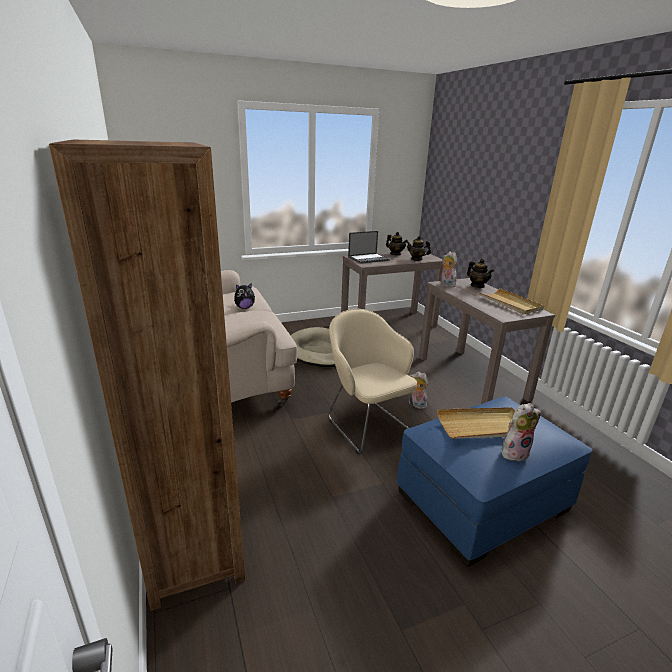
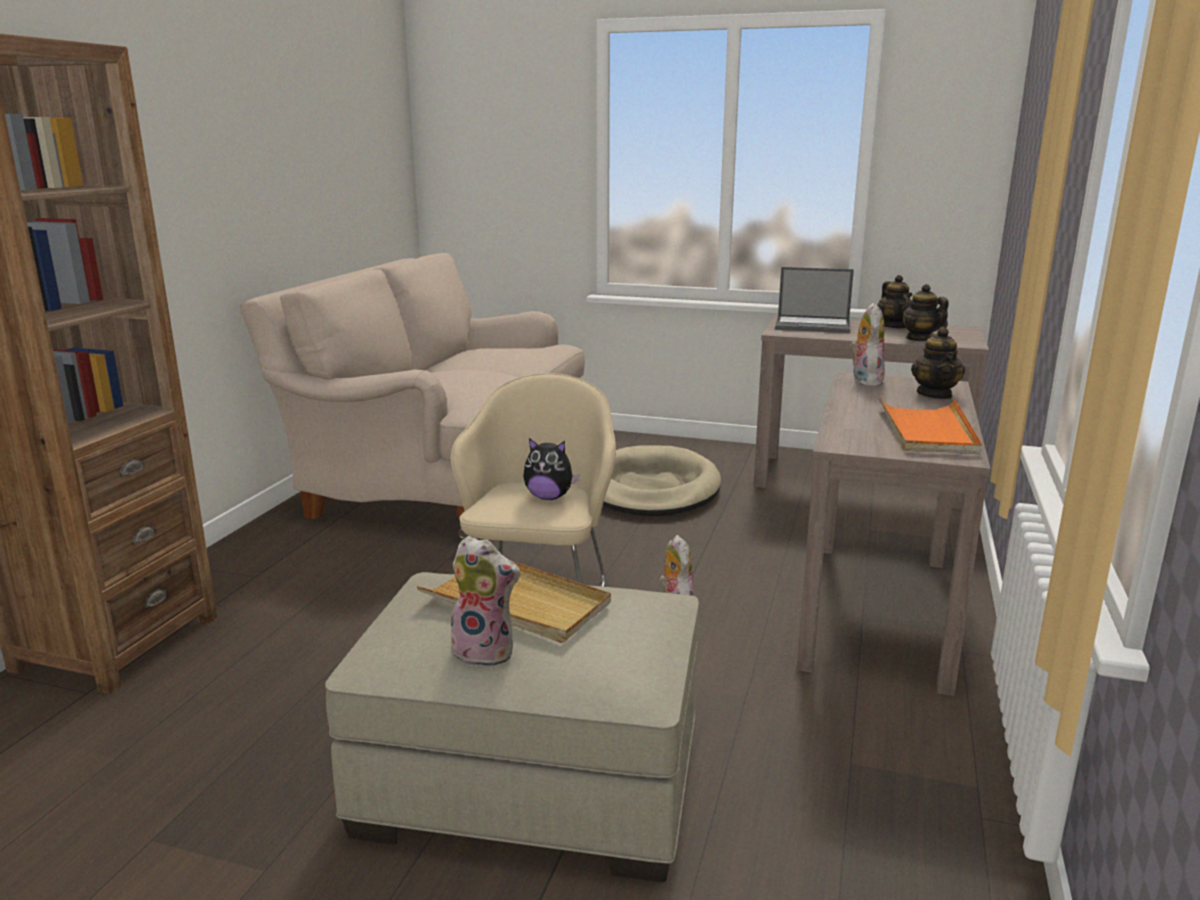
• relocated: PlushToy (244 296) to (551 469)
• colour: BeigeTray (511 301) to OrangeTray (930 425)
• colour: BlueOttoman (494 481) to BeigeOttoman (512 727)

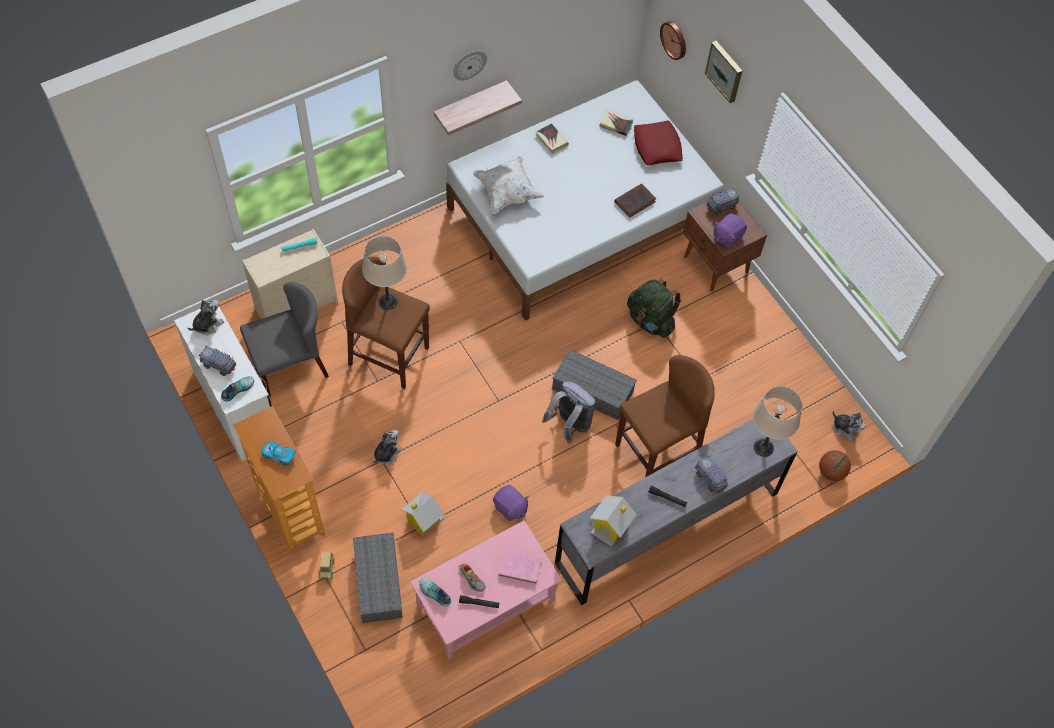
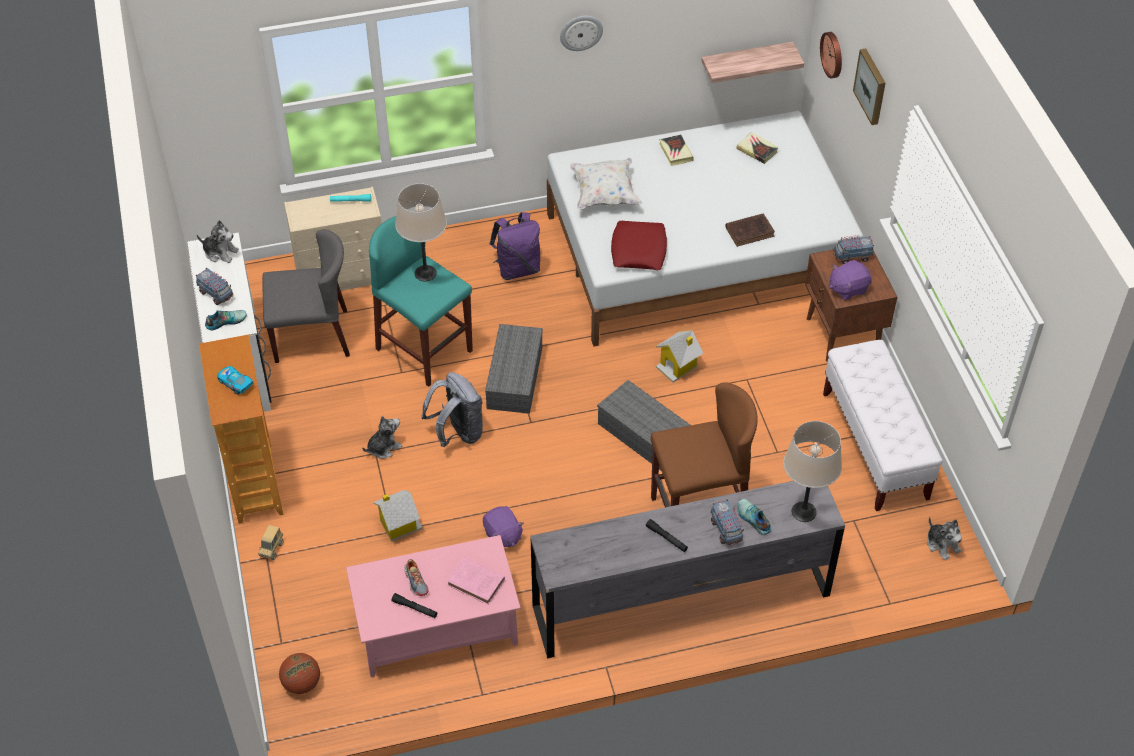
• relocated: Shelf (478 107) to (753 62)
• relocated: RedPillow (658 143) to (639 245)
• colour: BrownStool (386 322) to TurquoiseStool (421 301)
• missing: GreenBackpack (654 308)
• spun: PlushToy (206 317) = (218 241) 45 degrees clockwise
• relocated: GreyBackpack (569 412) to (452 409)
• relocated: Basketball (835 465) to (299 673)
• relocated: ToyHouse (613 520) to (679 356)
• relocated: GreyStorageBox (378 578) to (514 369)
• relocated: Shoe (435 592) to (754 517)
• appeared: PurpleBackpack (515 246)
• appeared: WhiteBench (883 425)

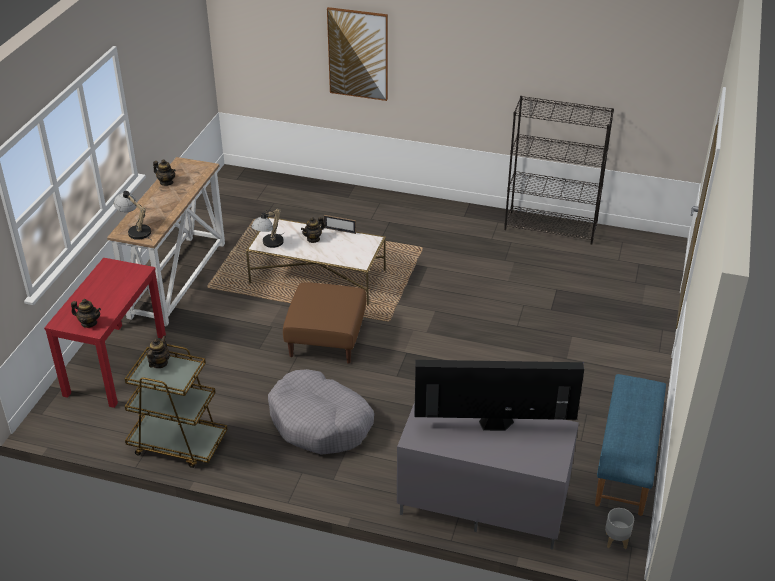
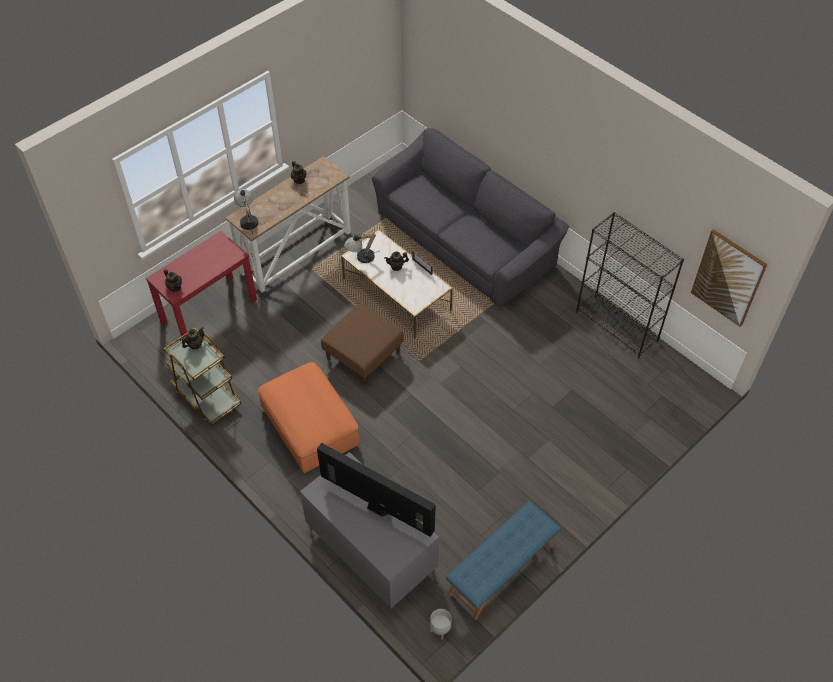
• relocated: Picture (357 54) to (729 278)
• exchanged: GreyDogBed (321 412) to OrangeOttoman (309 417)
• appeared: GreySofa (470 217)

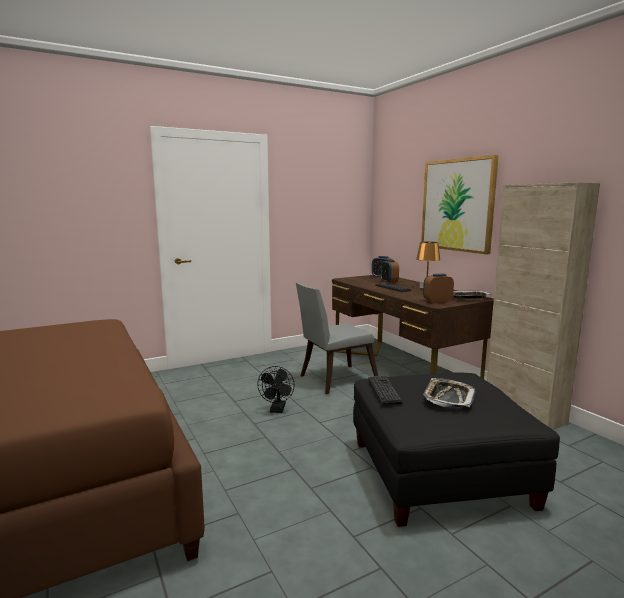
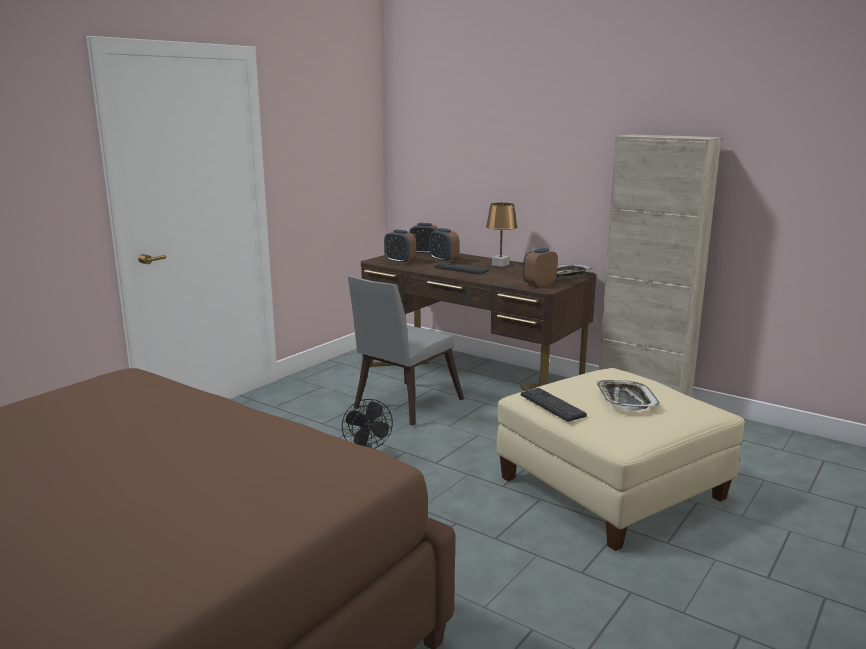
• missing: Picture (460 204)
• colour: BlackOttoman (456 449) to BeigeOttoman (621 459)
• appeared: AlarmClock (400 246)

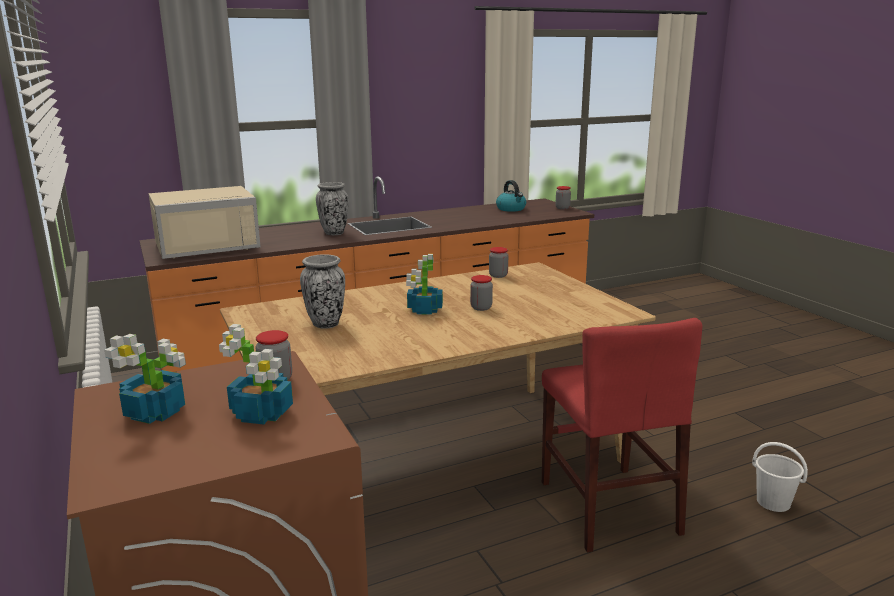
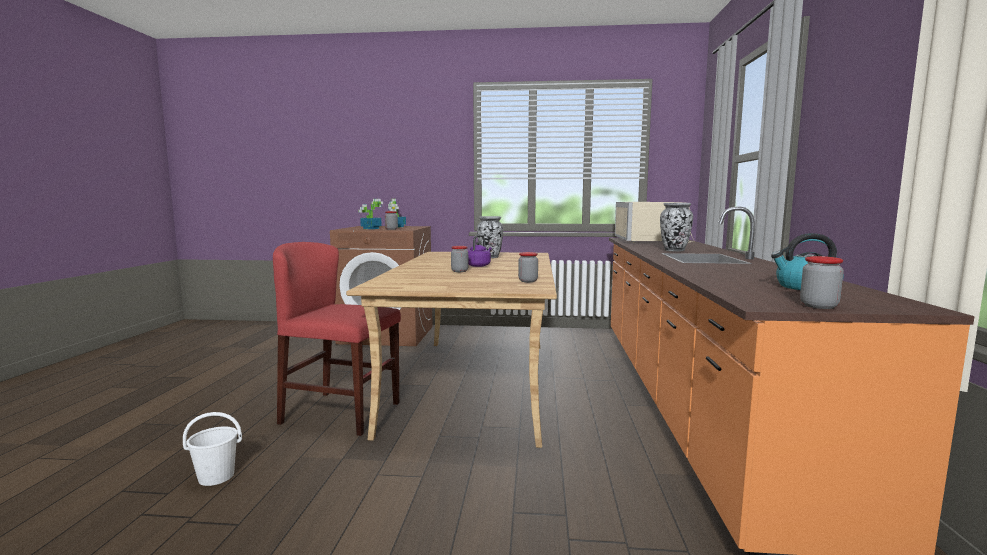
• exchanged: PottedPlant (424 284) to PurpleKettle (480 251)

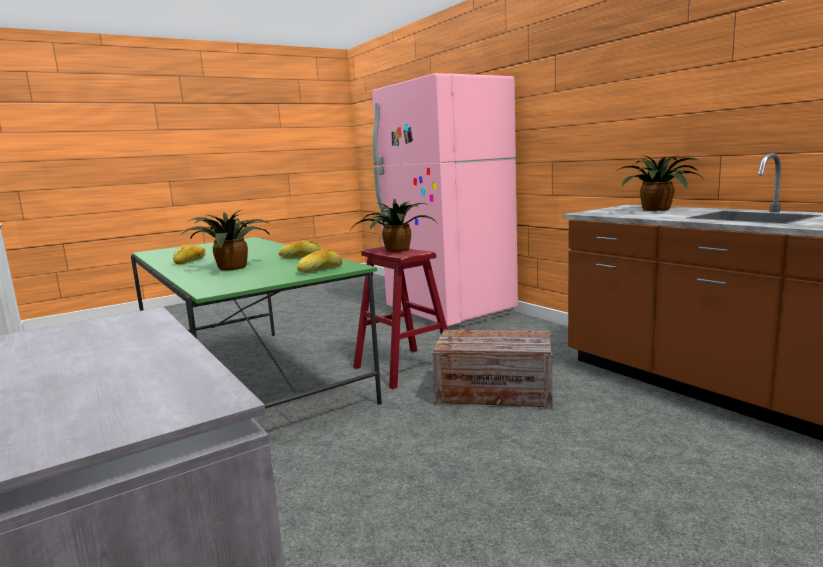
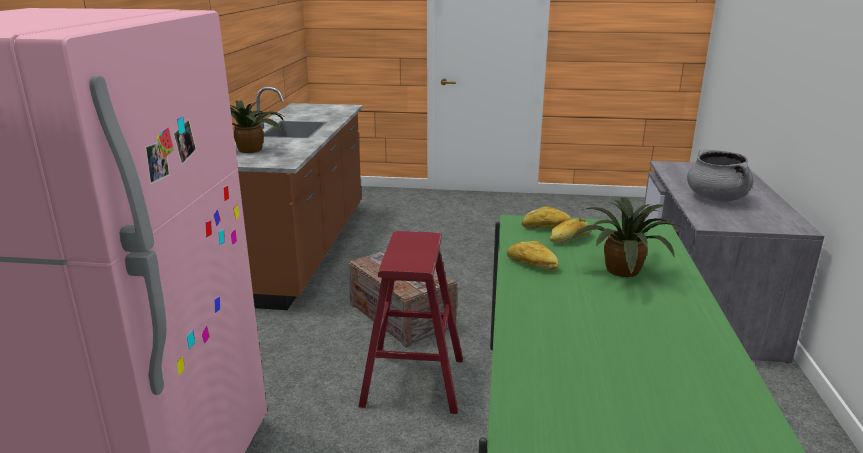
• missing: PottedPlant (393 225)
• relocated: Bread (189 254) to (570 231)
• appeared: GreyCookingPot (720 175)

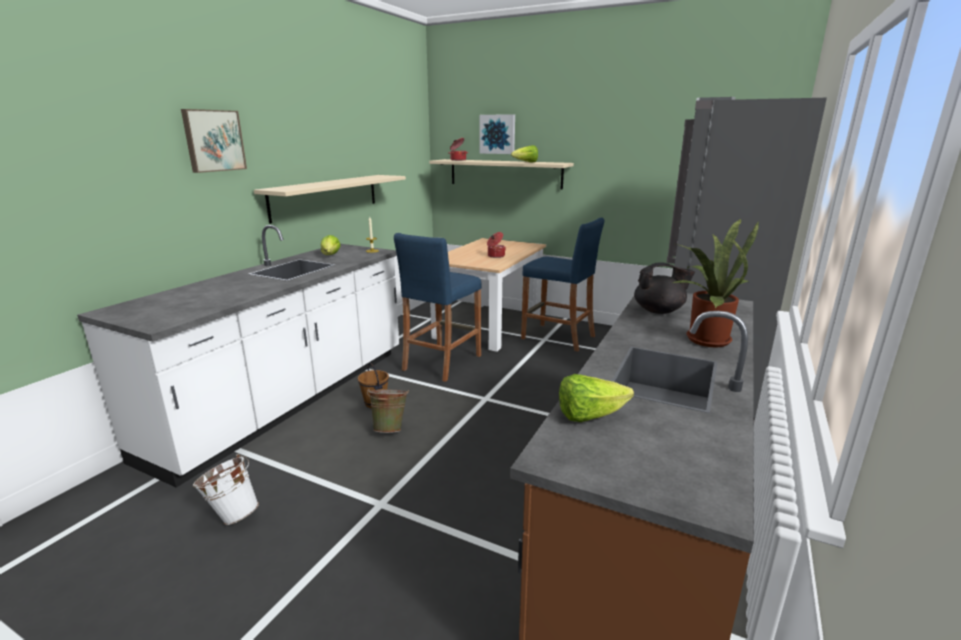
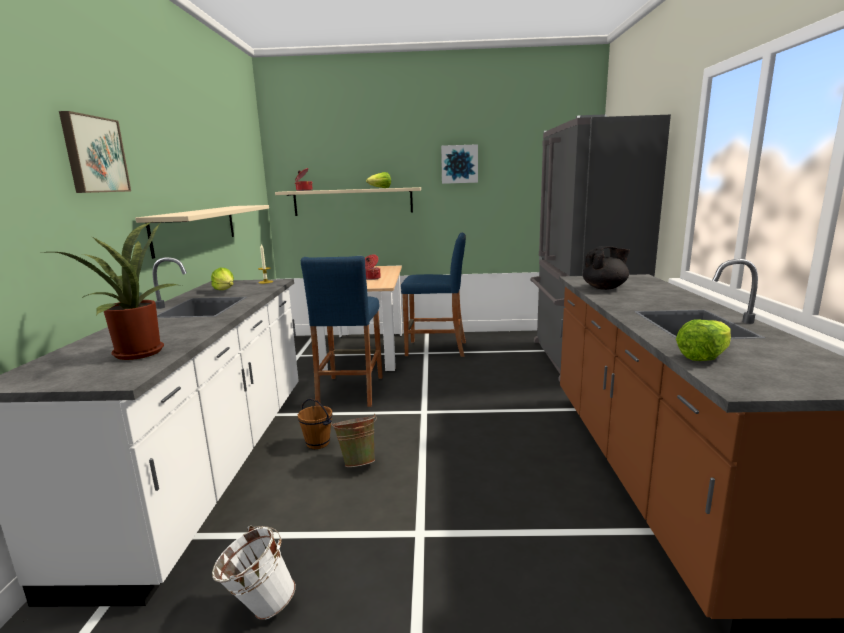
• relocated: Picture (497 134) to (459 164)
• relocated: PottedPlant (716 283) to (117 290)

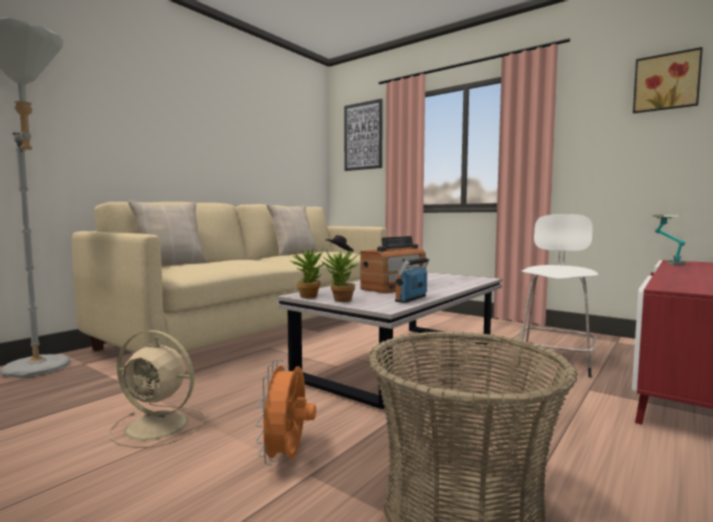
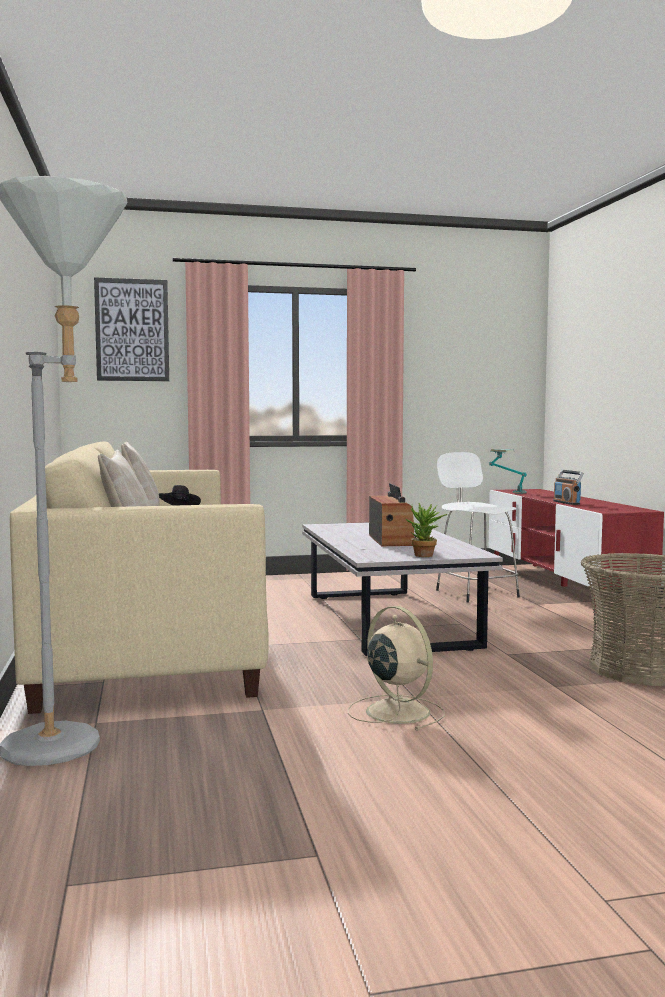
• missing: Picture (668 80)
• missing: PottedPlant (307 273)
• relocated: Radio (412 280) to (568 487)
• spun: BeigeFan (156 389) = (396 668) 90 degrees counterclockwise
• missing: OrangeFan (285 412)

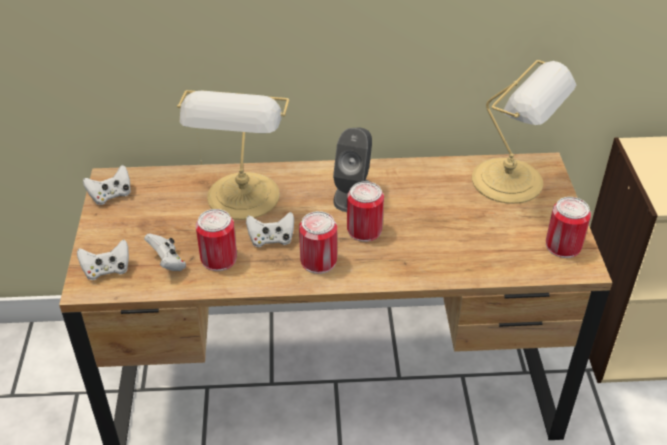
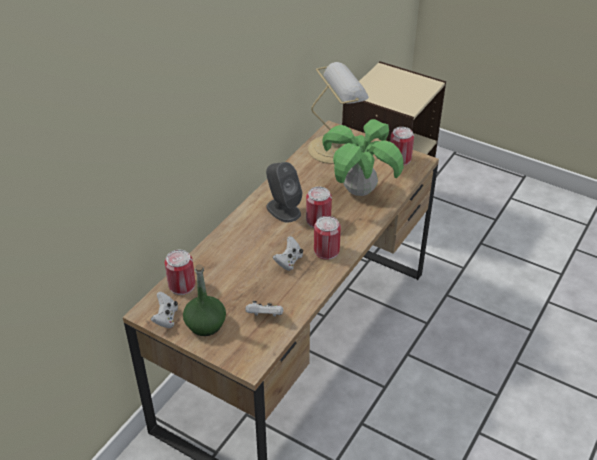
• missing: TableLamp (233 155)
• relocated: Can (216 240) to (180 272)
• missing: WhiteGameController (103 259)
• appeared: PottedPlant (363 157)
• appeared: GreenBottle (204 300)

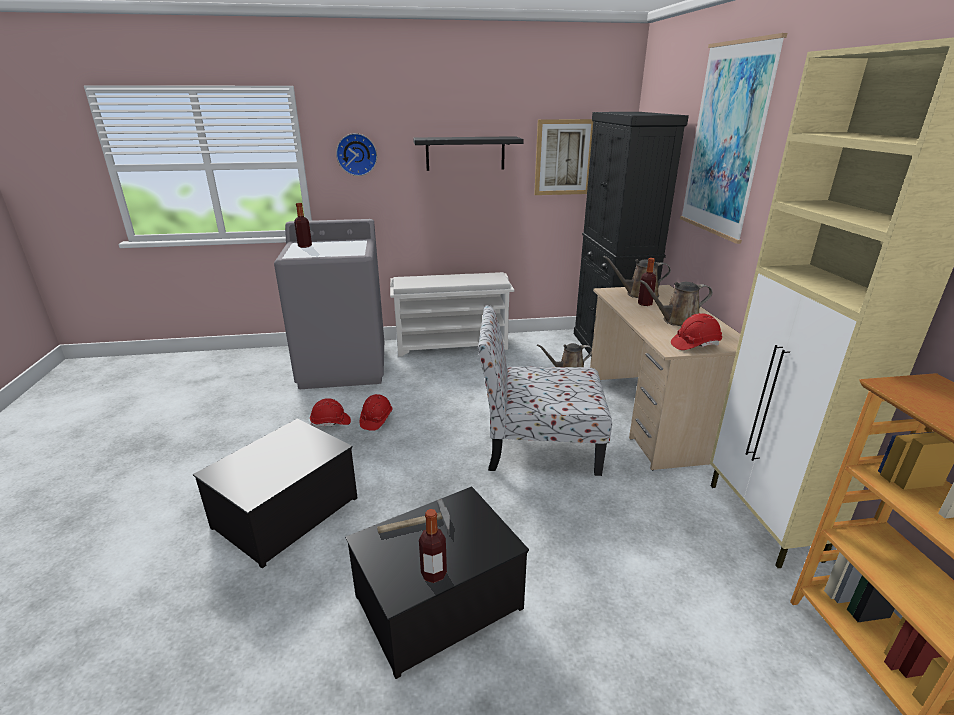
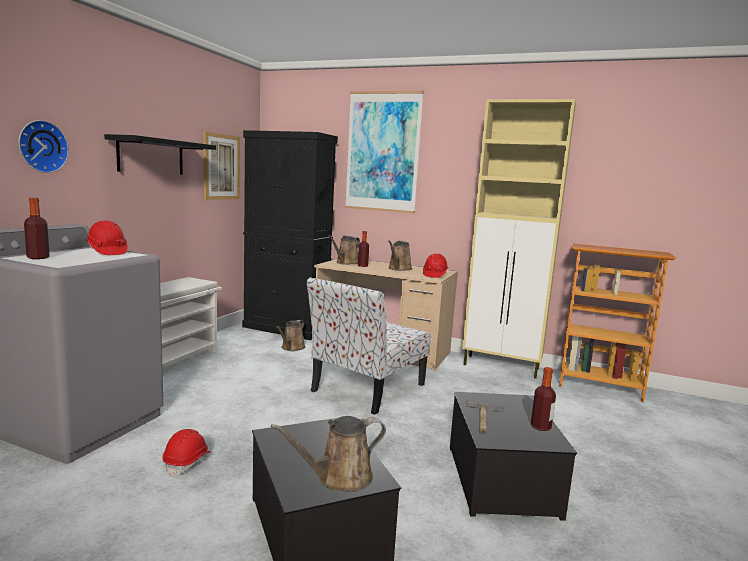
• relocated: RedHardHat (376 412) to (107 238)
• appeared: BrownWateringCan (328 453)

